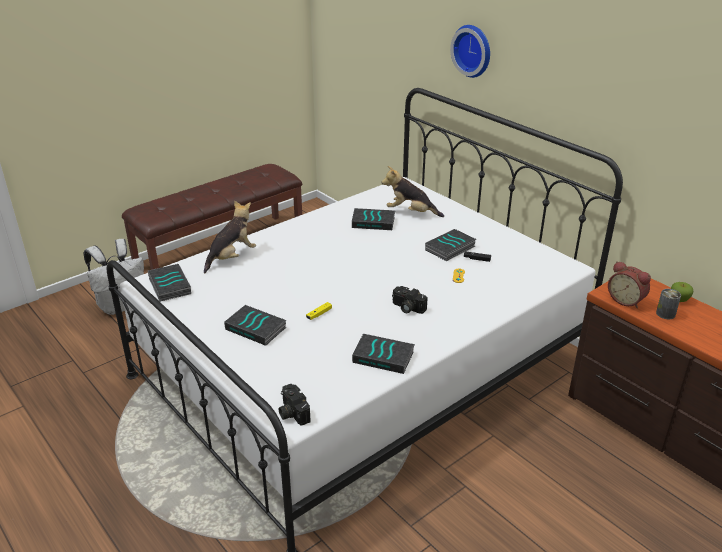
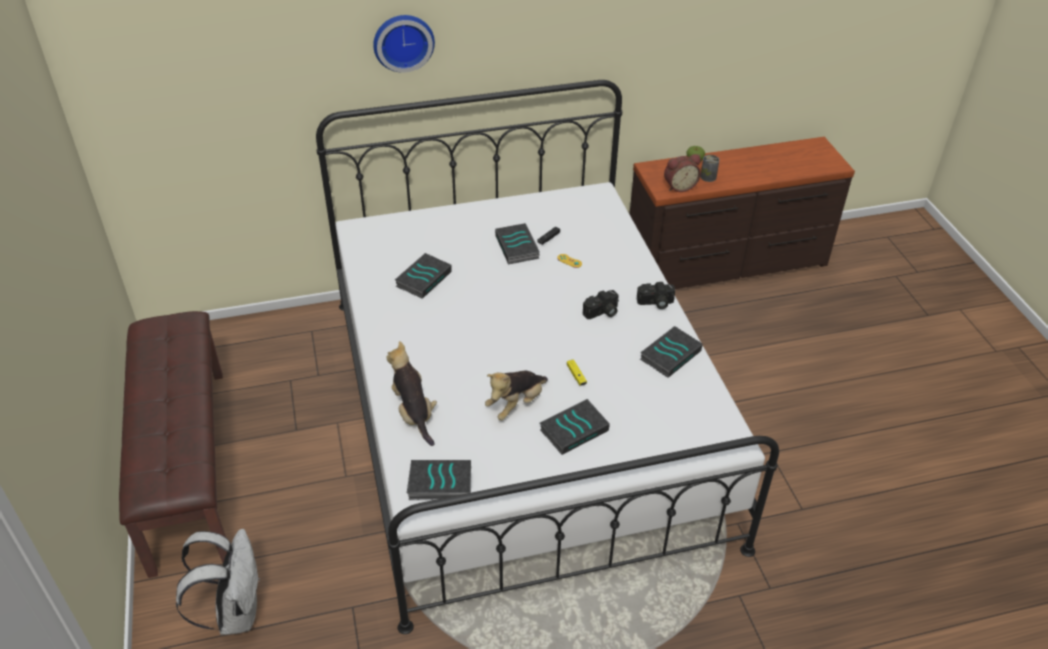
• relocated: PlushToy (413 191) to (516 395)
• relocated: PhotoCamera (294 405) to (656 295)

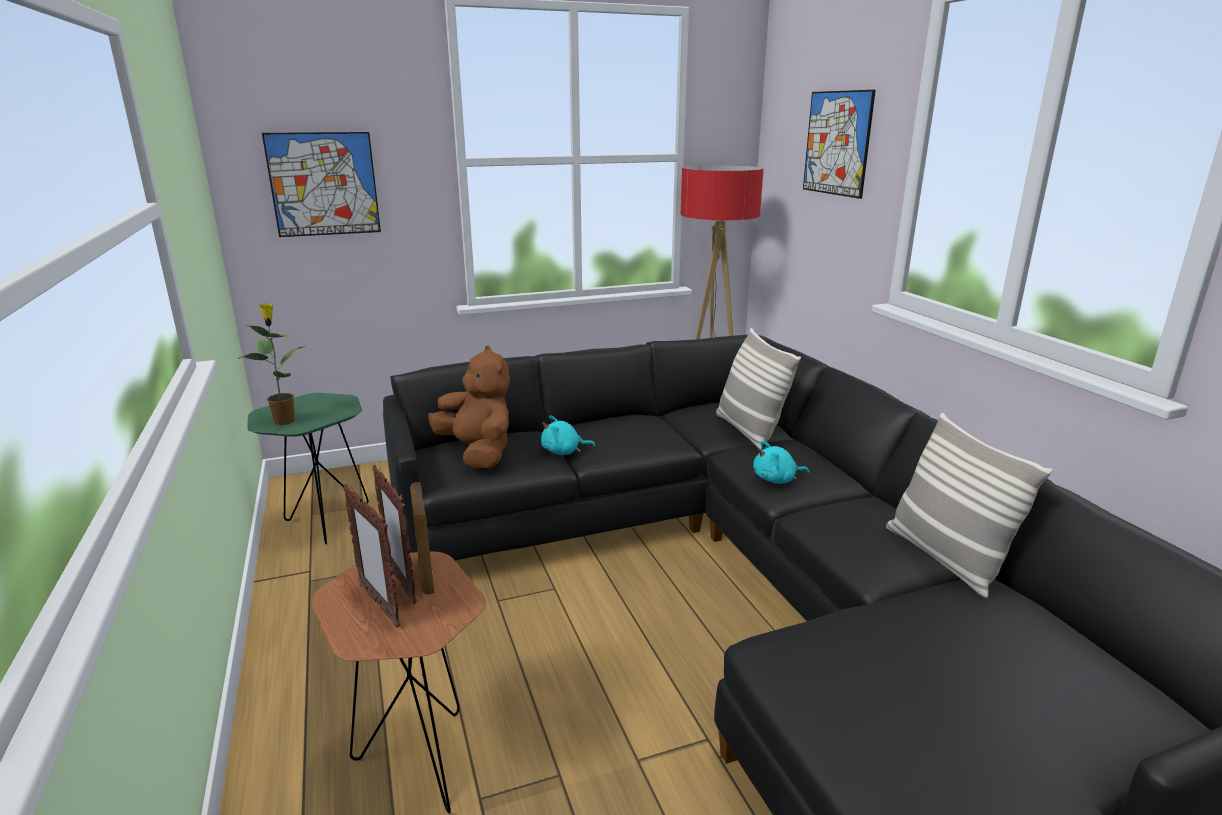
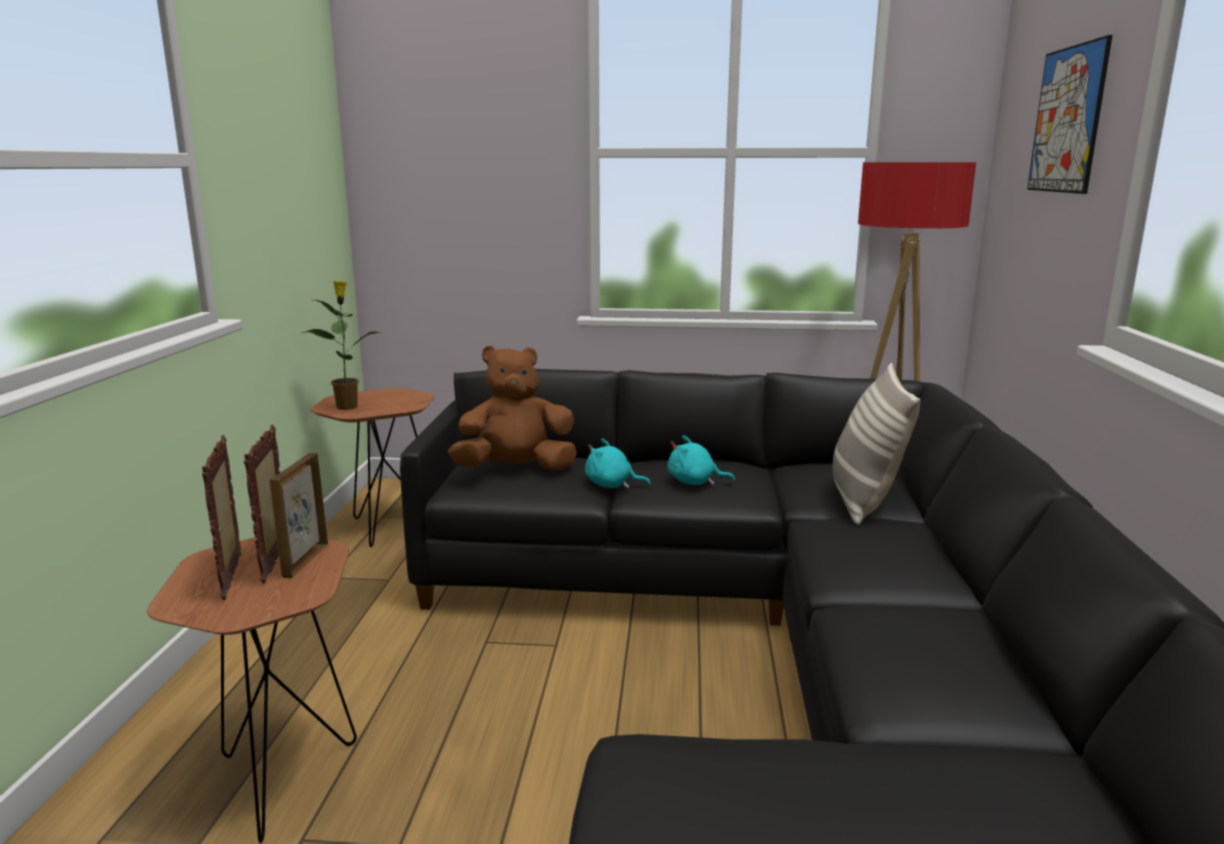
• missing: Picture (321 184)
• spun: BrownPlushToy (469 407) = (512 408) 90 degrees counterclockwise
• colour: GreenSideTable (308 468) to BrownSideTable (372 467)
• missing: Pillow (969 505)
• relocated: TurquoisePlushToy (781 462) to (701 460)

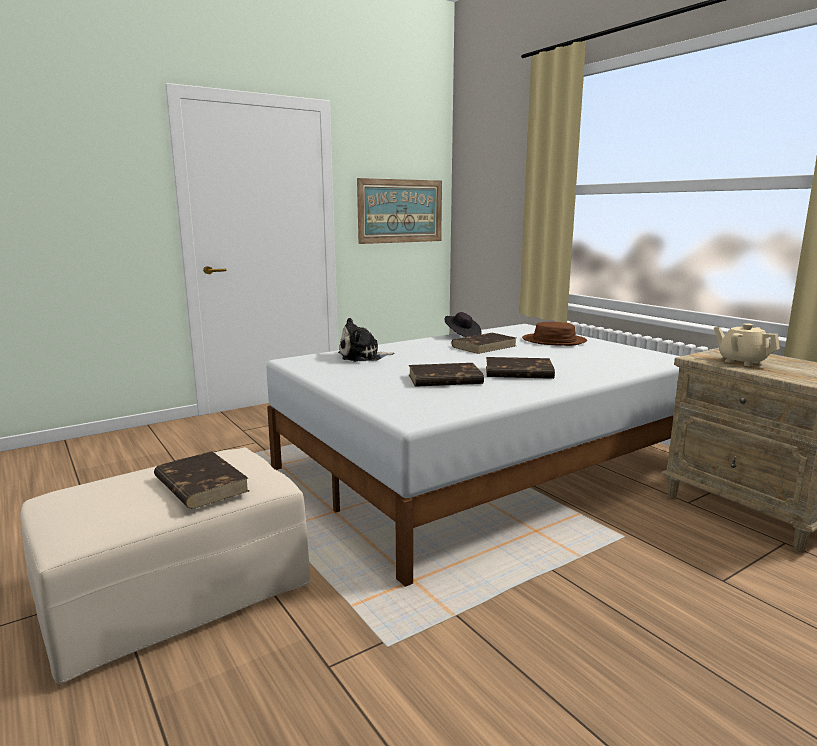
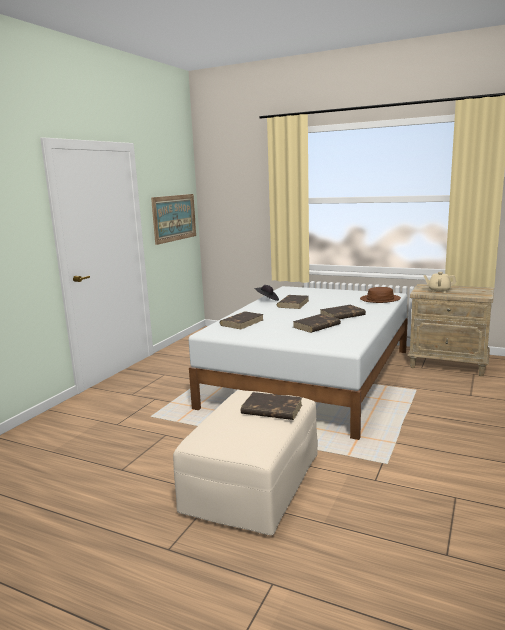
• exchanged: PlushToy (366 340) to BrownBook (242 320)
• relocated: BrownHat (554 334) to (380 295)

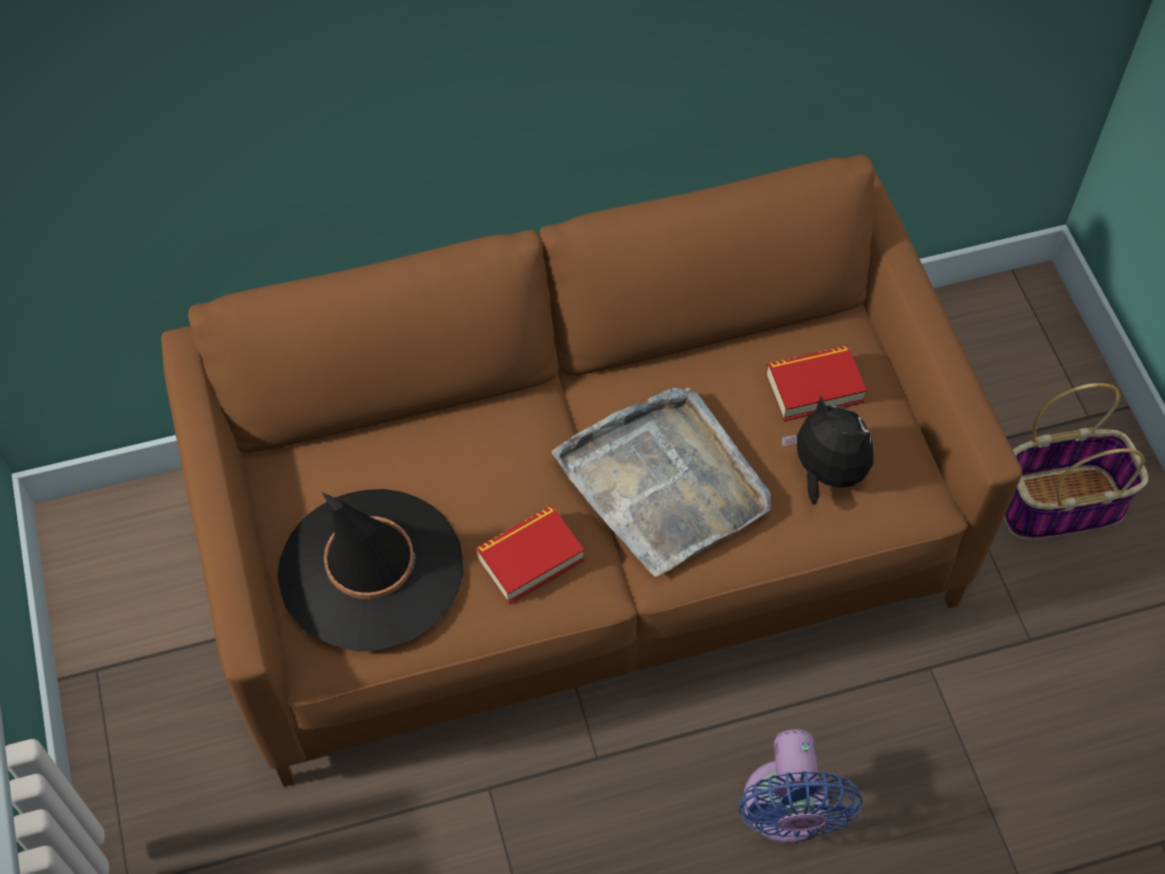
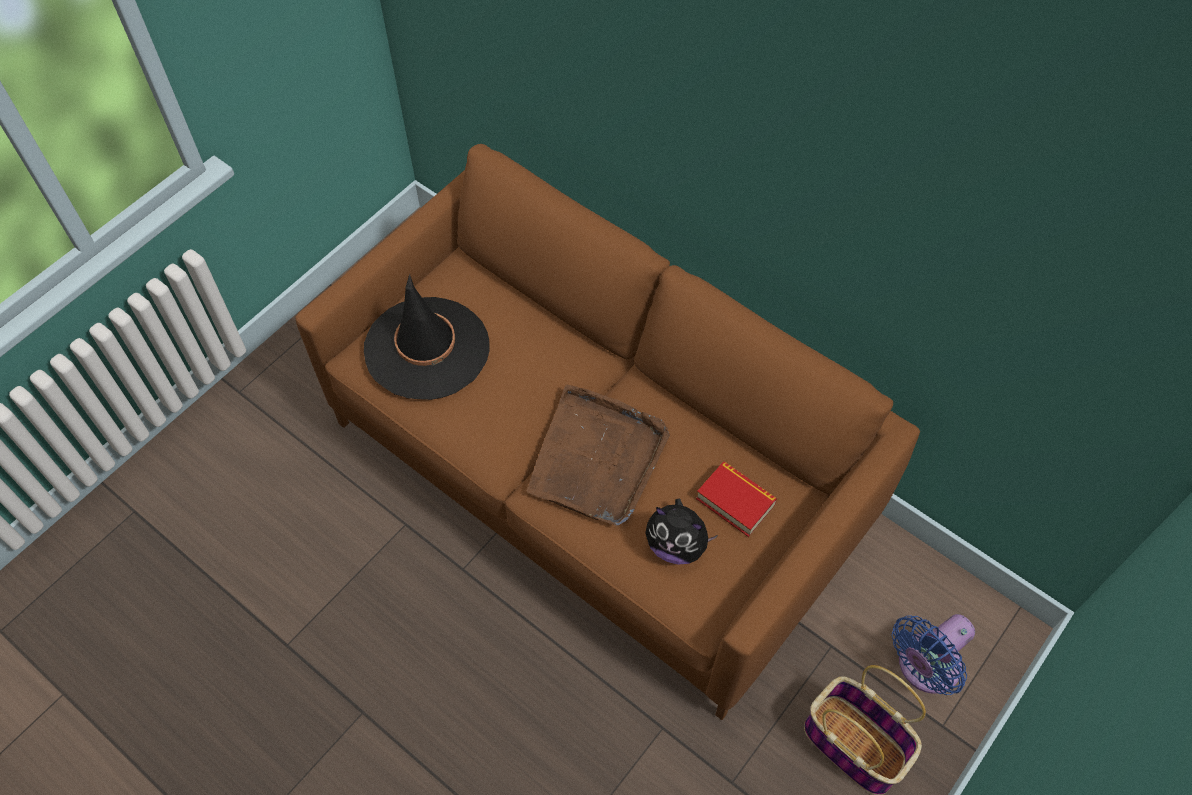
• colour: GreyTray (661 482) to BrownTray (598 455)
• spun: PlushToy (827 450) = (681 531) 105 degrees clockwise
• missing: Book (530 555)
• relocated: BlueFan (800 786) to (933 654)

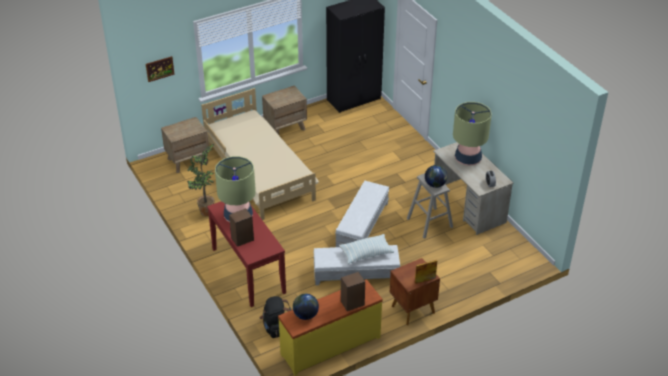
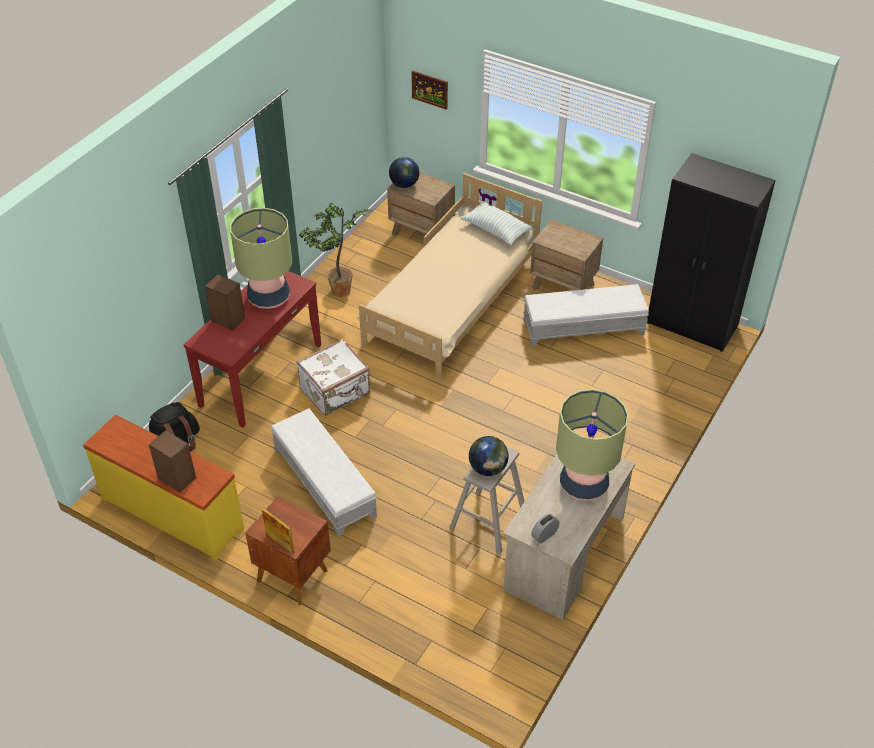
• relocated: WhiteOttoman (362 214) to (586 315)
• relocated: Pillow (366 249) to (496 223)
• relocated: Globe (306 307) to (404 172)
• appeared: WhiteSuitcase (333 377)

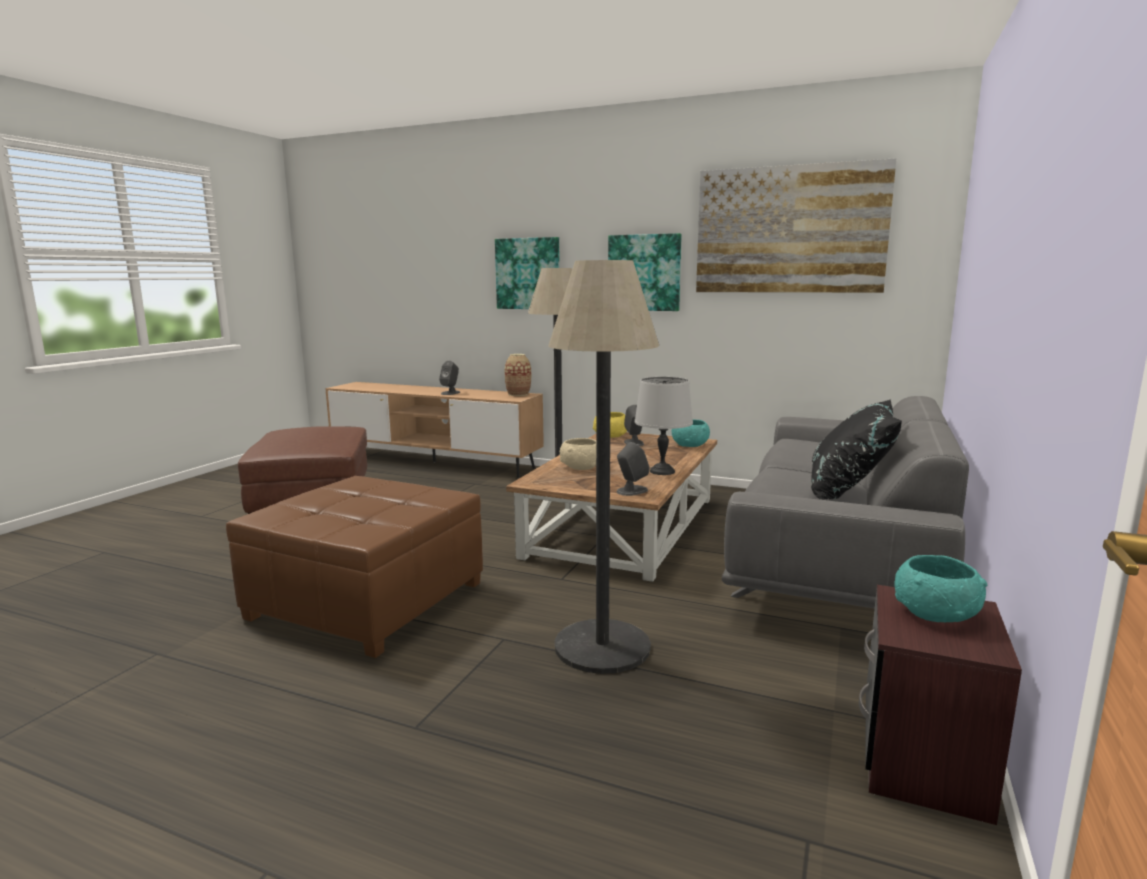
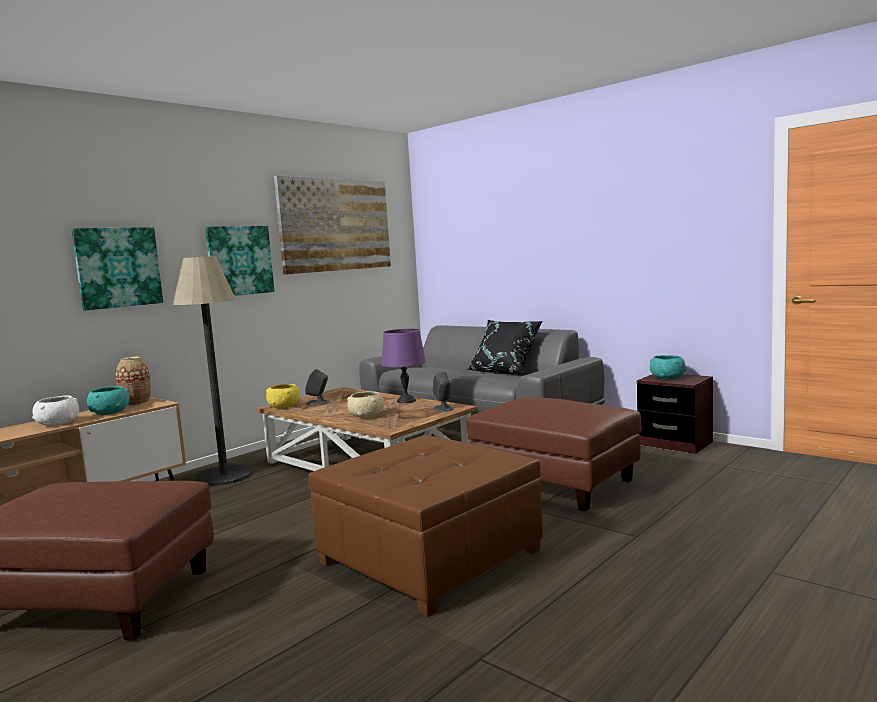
• exchanged: FloorLamp (603 467) to BrownOttoman (553 454)
• exchanged: GreySpeaker (449 377) to WhiteBowl (55 410)
• colour: GreyTableLamp (664 426) to PurpleTableLamp (404 366)
• relocated: TurquoiseBowl (691 433) to (108 400)

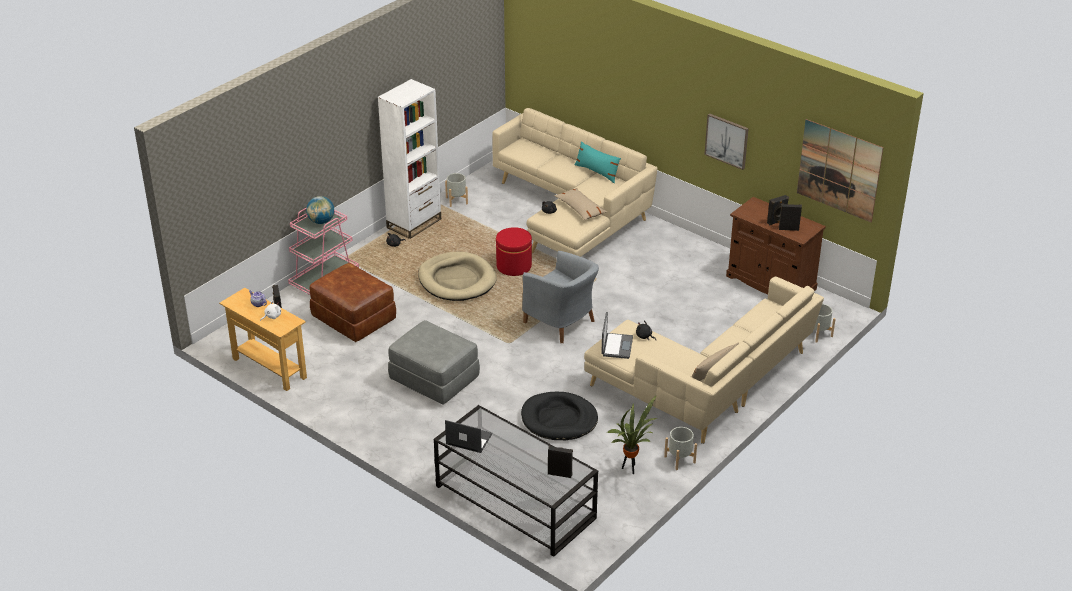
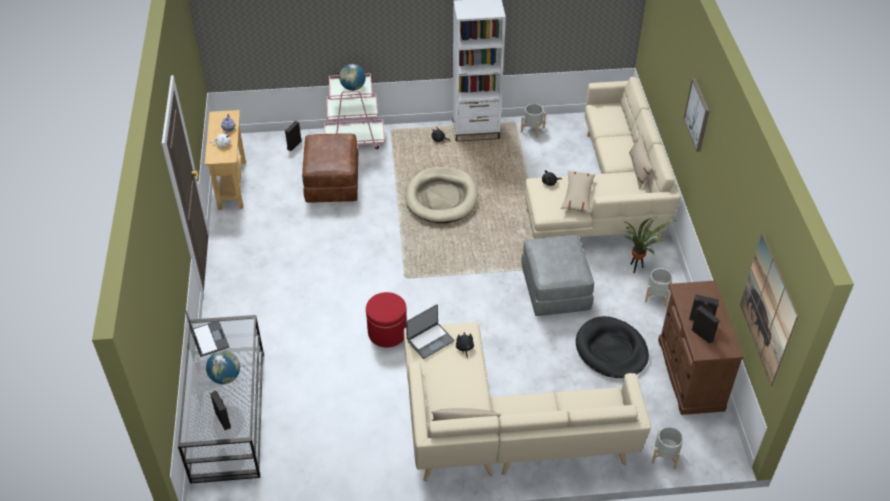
• relocated: Picture (726 141) to (697 115)
• colour: TurquoisePillow (597 162) to BeigePillow (641 161)
• relocated: RedOttoman (514 251) to (386 319)
• missing: GreyArmchair (560 297)
• relocated: GreyOttoman (434 362) to (557 275)
• relocated: BlackDogBed (559 416) to (612 347)
• relocated: PottedPlant (632 435) to (648 244)
• relocated: GreyPlanter (680 448) to (659 287)
• appeared: Globe (223 367)

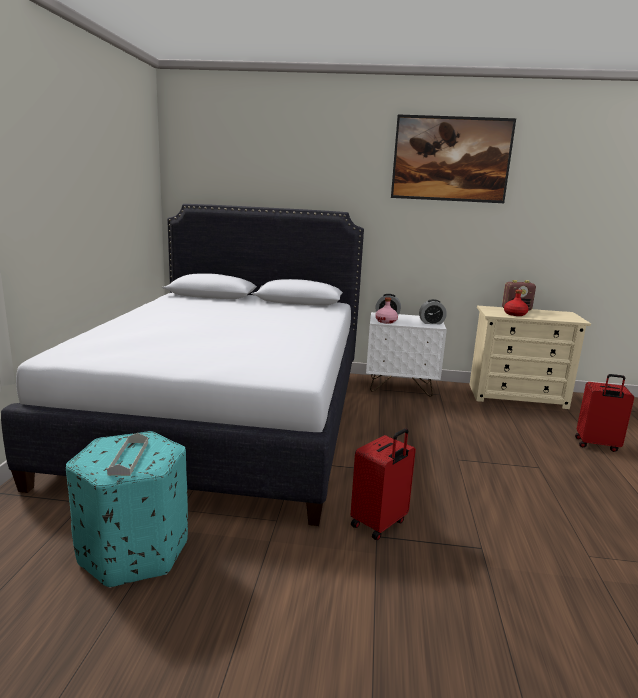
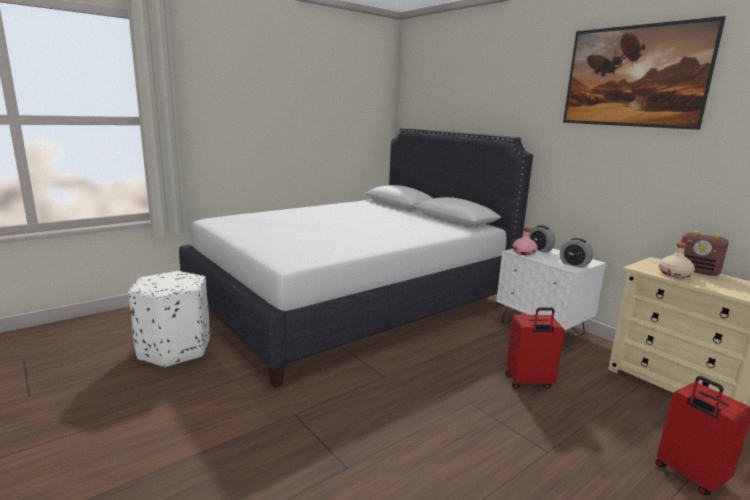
• colour: RedBottle (516 303) to BeigeBottle (677 260)
• relocated: RedSuitcase (383 484) to (535 348)
• colour: TurquoiseOttoman (127 509) to WhiteOttoman (169 319)
• missing: GreyTray (127 454)

